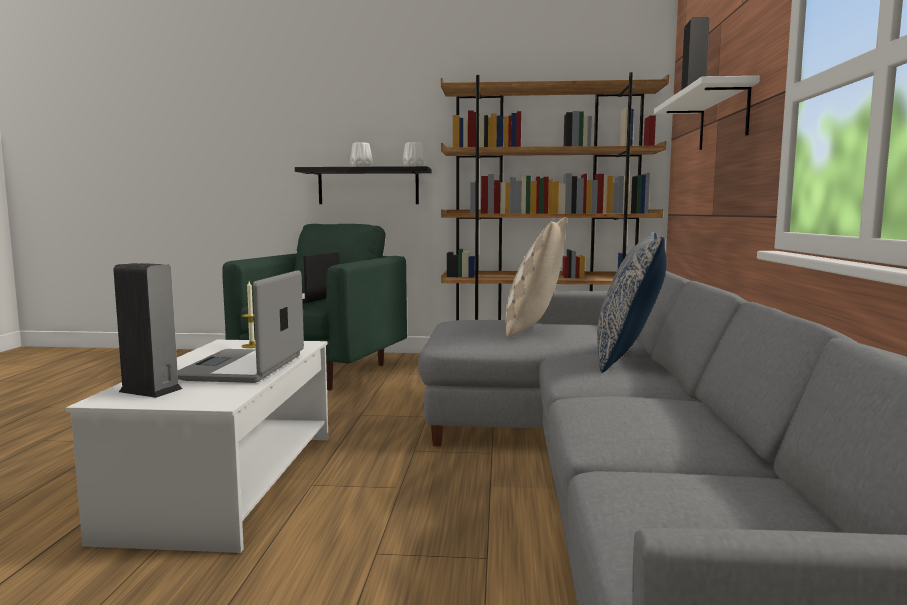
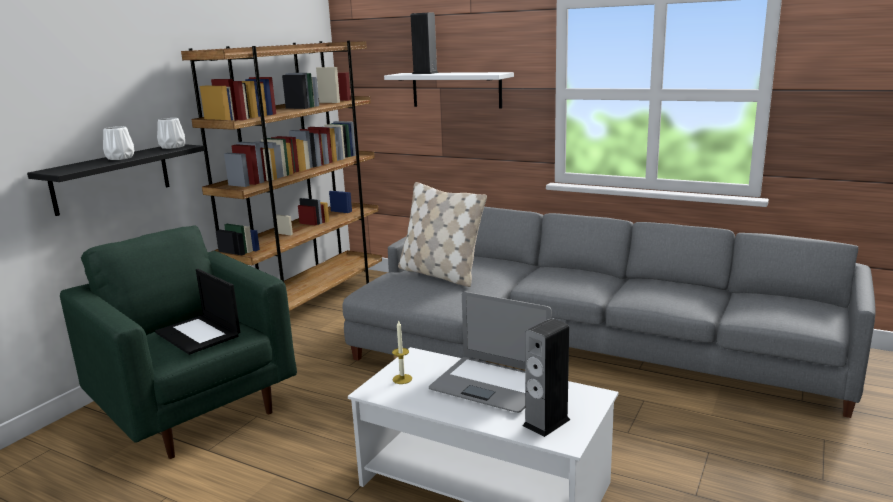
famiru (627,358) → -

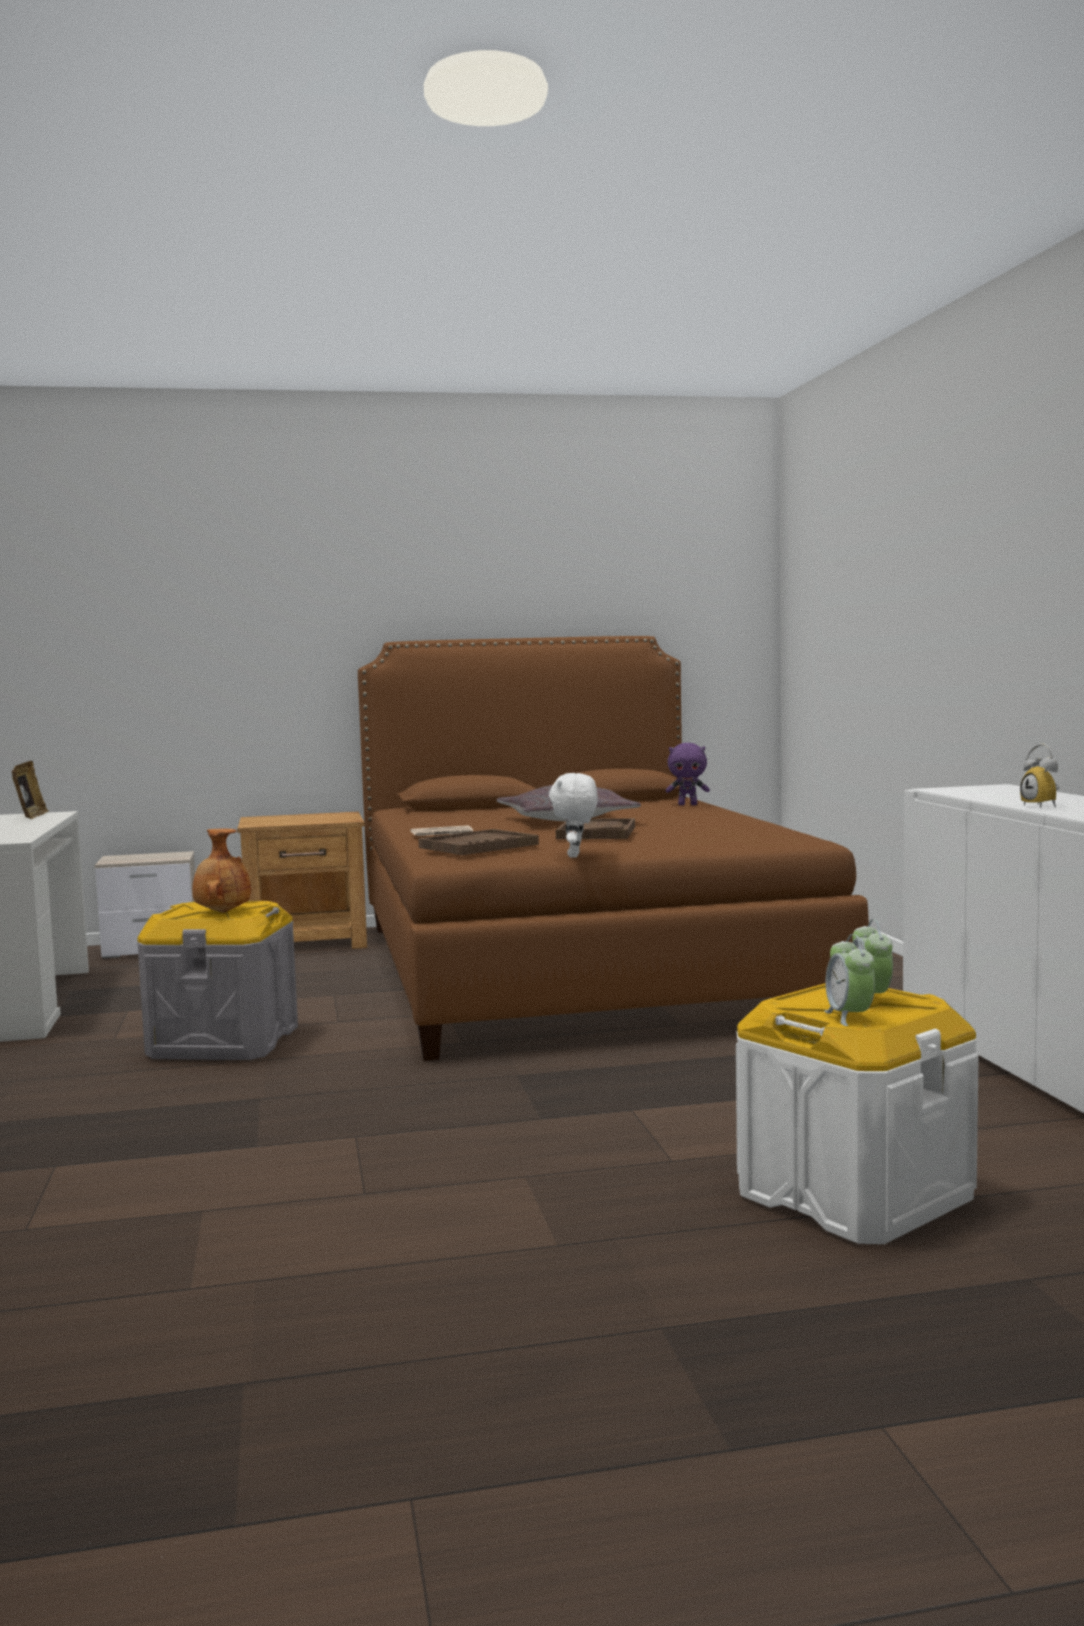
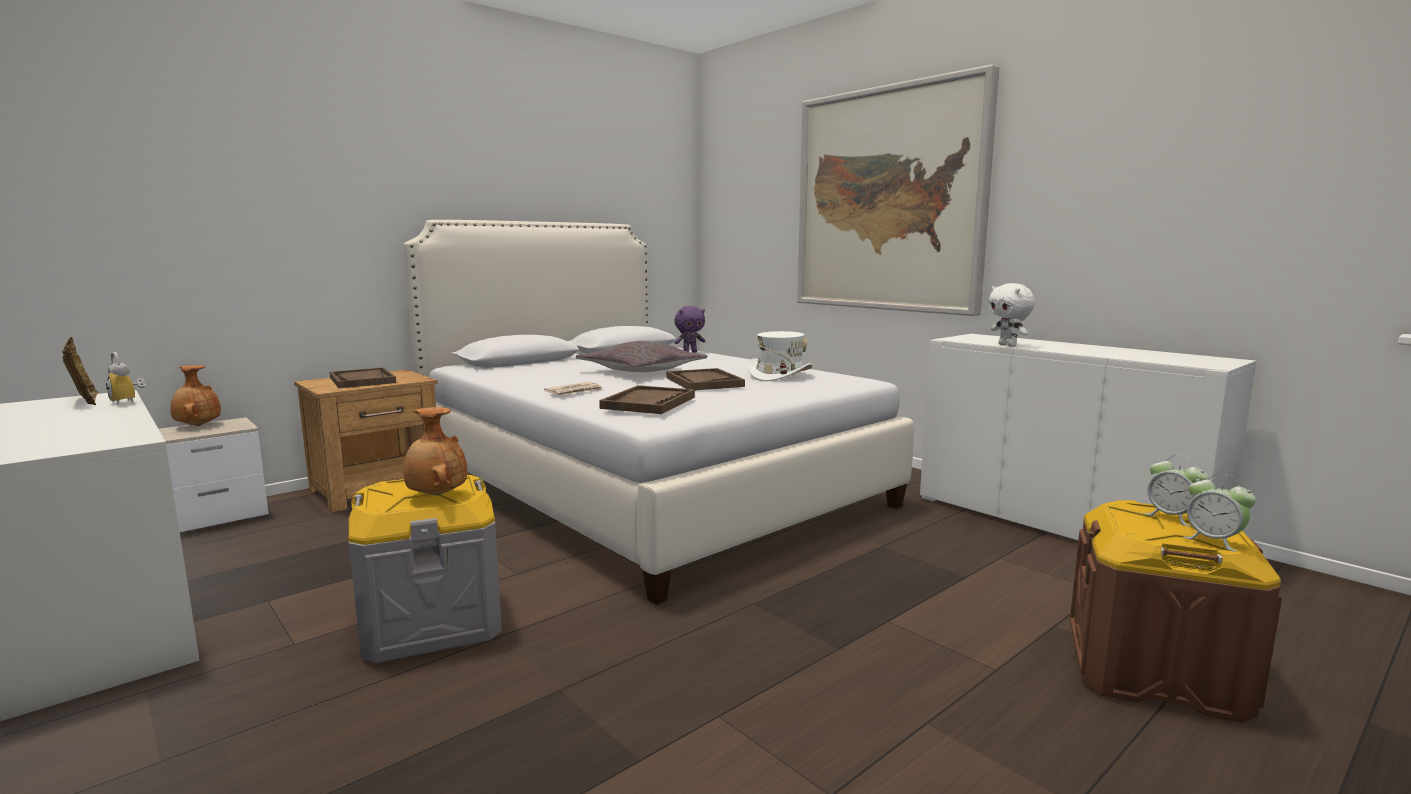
- → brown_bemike (197,426)
- → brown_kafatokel (363,380)
- → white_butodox (779,375)
- → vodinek (888,200)
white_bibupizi (575,856) → white_bibupizi (1008,345), shifted
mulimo (1044,806) → mulimo (129,402), shifted
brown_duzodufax (575,968) → white_duzodufax (645,486)
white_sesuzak (854,1196) → brown_sesuzak (1155,671)

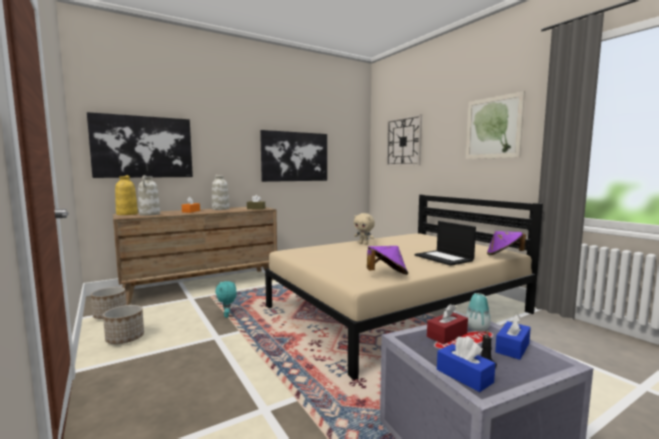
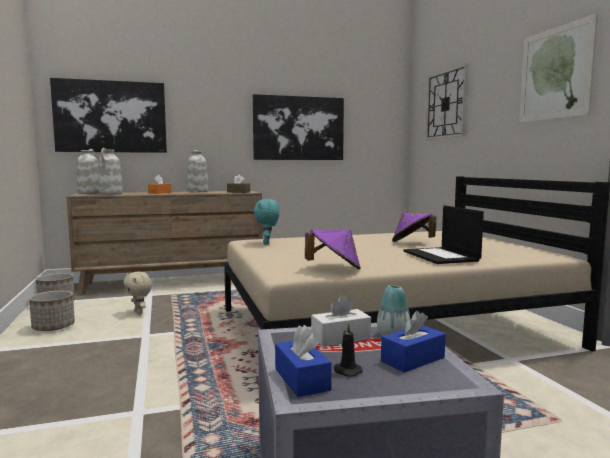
turquoise_bibupizi (227,315) → turquoise_bibupizi (267,243), shifted
beige_bibupizi (364,244) → beige_bibupizi (139,313), shifted
purple_butodox (503,255) → purple_butodox (412,243), shifted
yellow_bemike (127,214) → white_bemike (89,193)
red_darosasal (447,335) → white_darosasal (340,338)

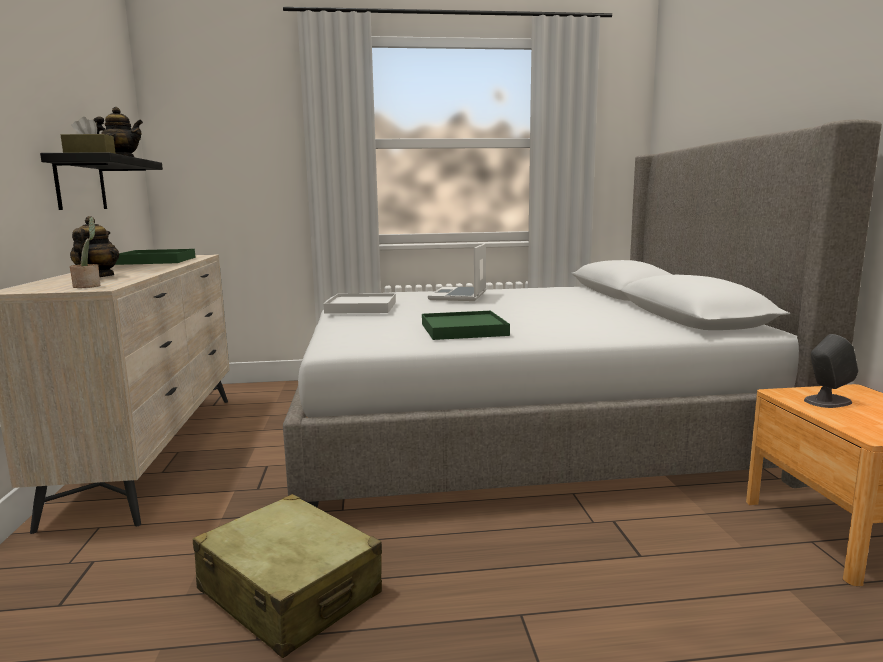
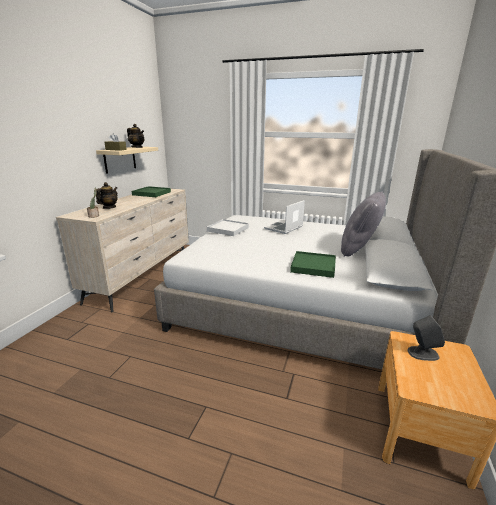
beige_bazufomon (290,592) → -
- → grey_famiru (359,250)
green_kafatokel (463,330) → green_kafatokel (313,266), shifted
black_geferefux (80,184) → beige_geferefux (120,159)

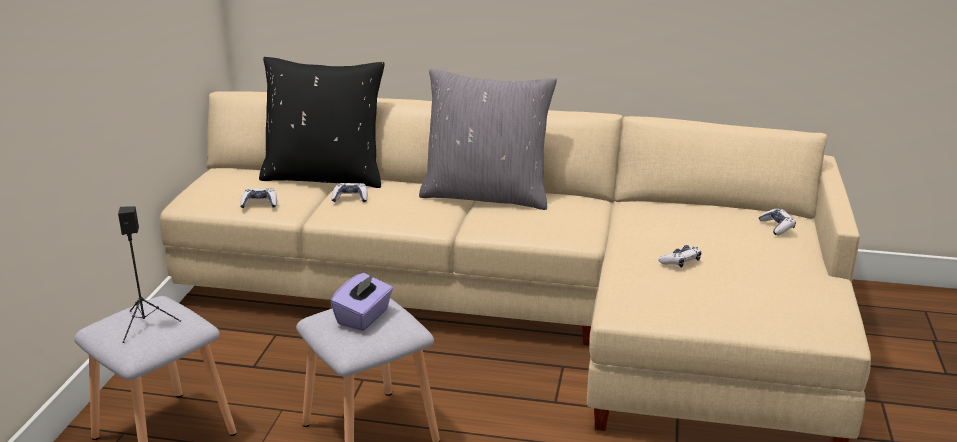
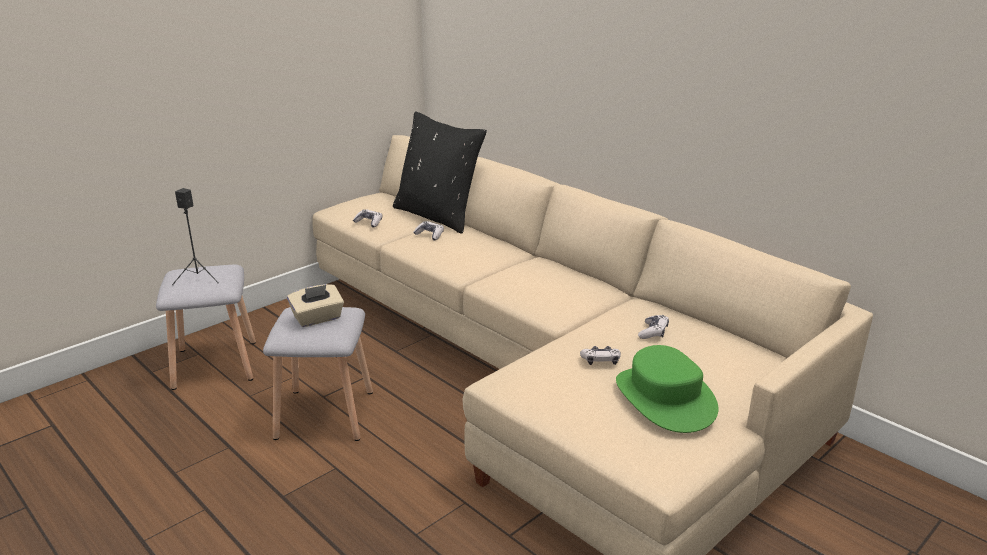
grey_famiru (486,195) → -
- → green_butodox (664,398)
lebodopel (777,227) → lebodopel (653,332), shifted
purple_darosasal (364,317) → beige_darosasal (318,318)

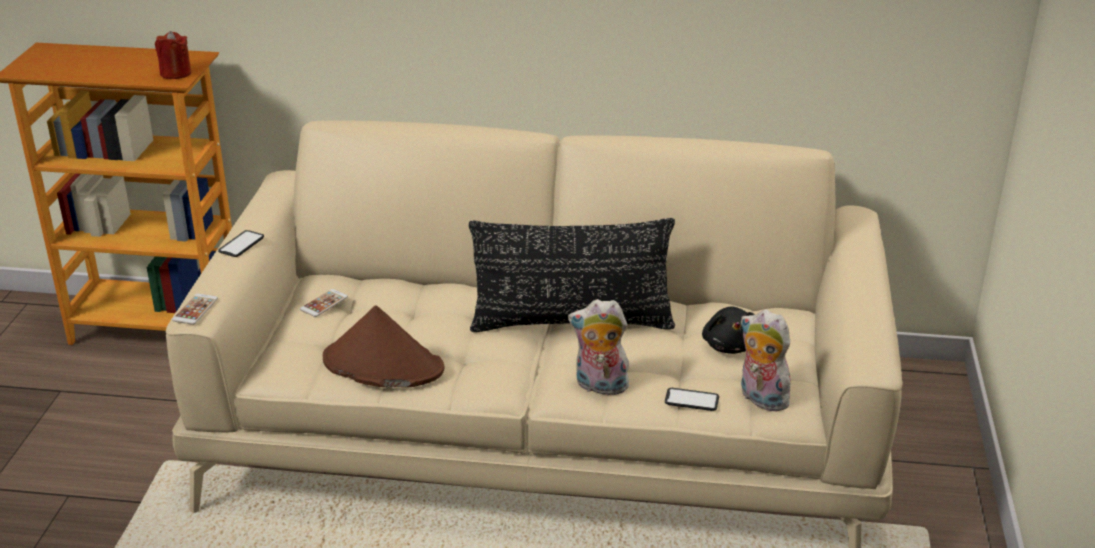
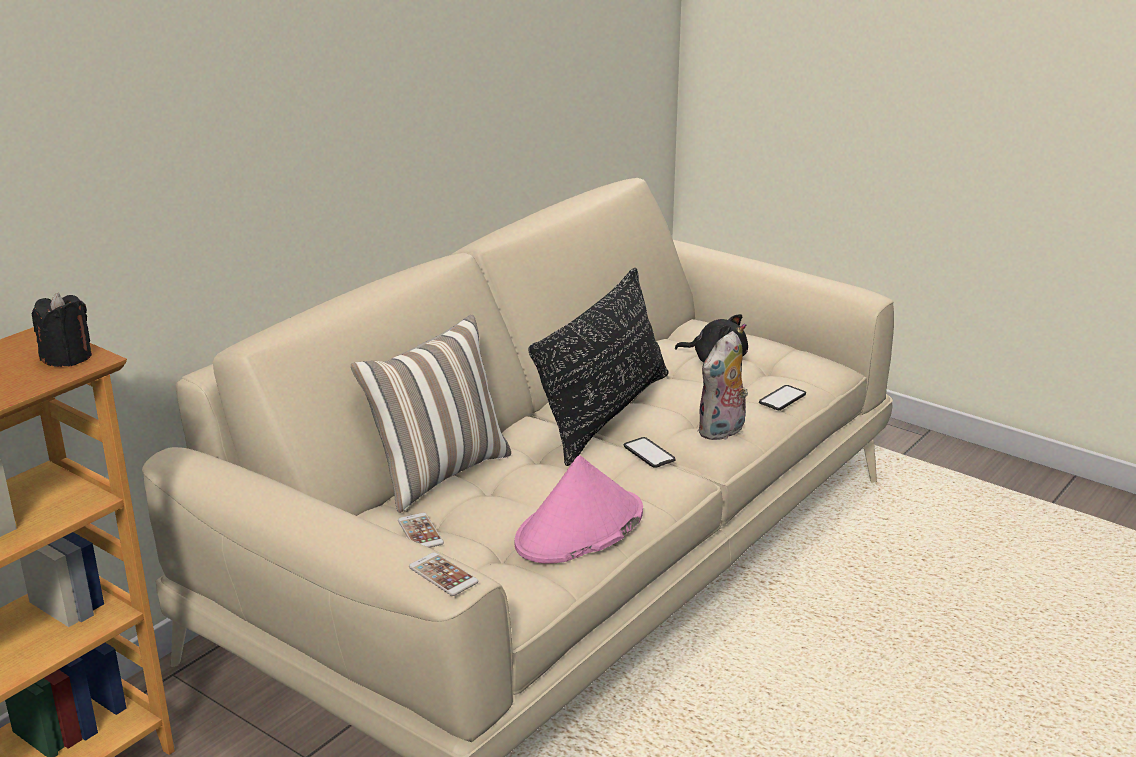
bibupizi (760,398) → -
- → famiru (437,473)
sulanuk (241,244) → sulanuk (649,453), shifted
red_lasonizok (175,73) → black_lasonizok (67,357)
brown_butodox (382,365) → pink_butodox (579,529)

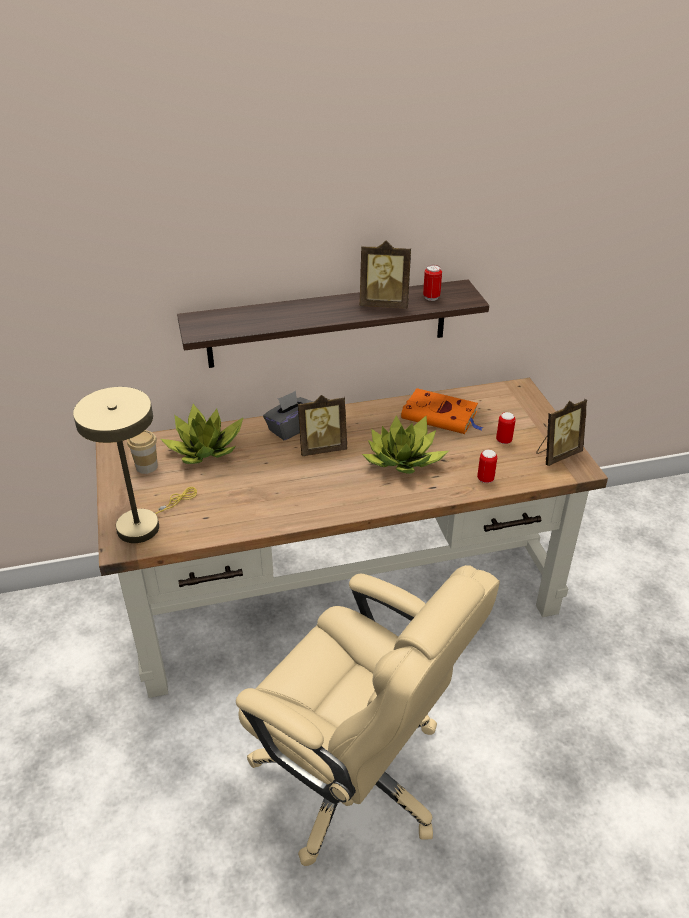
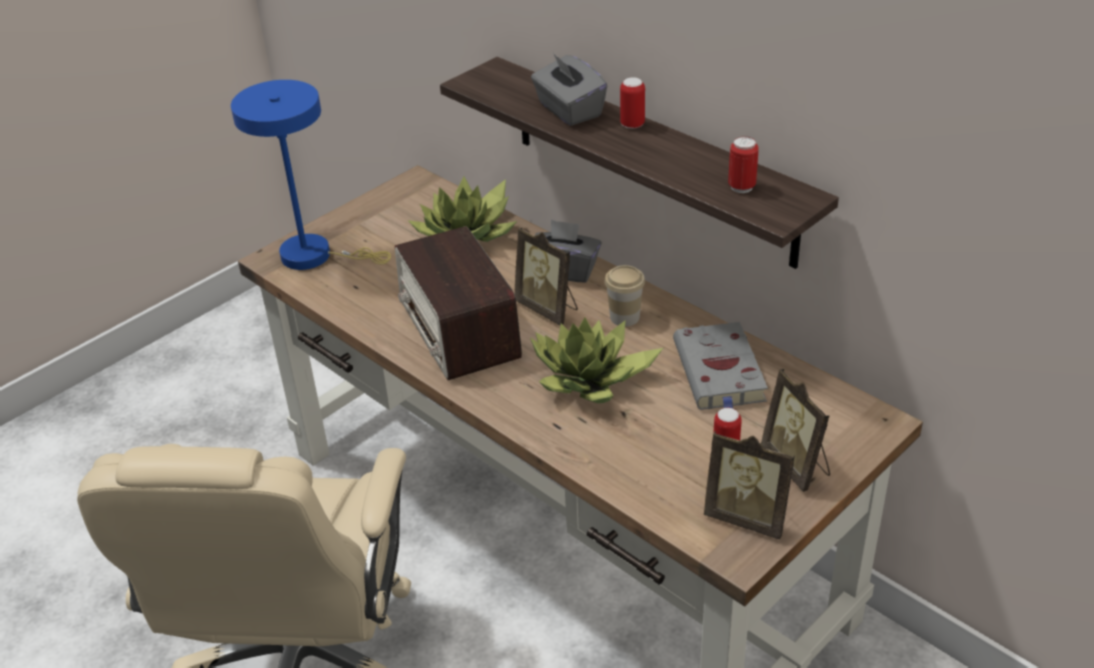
- → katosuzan (459,330)
- → grey_darosasal (569,110)
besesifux (146,467) → besesifux (624,317), shifted
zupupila (384,304) → zupupila (797,465), shifted
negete (485,479) → negete (632,124), shifted
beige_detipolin (144,524) → blue_detipolin (315,255)
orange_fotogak (441,416) → grey_fotogak (720,374)

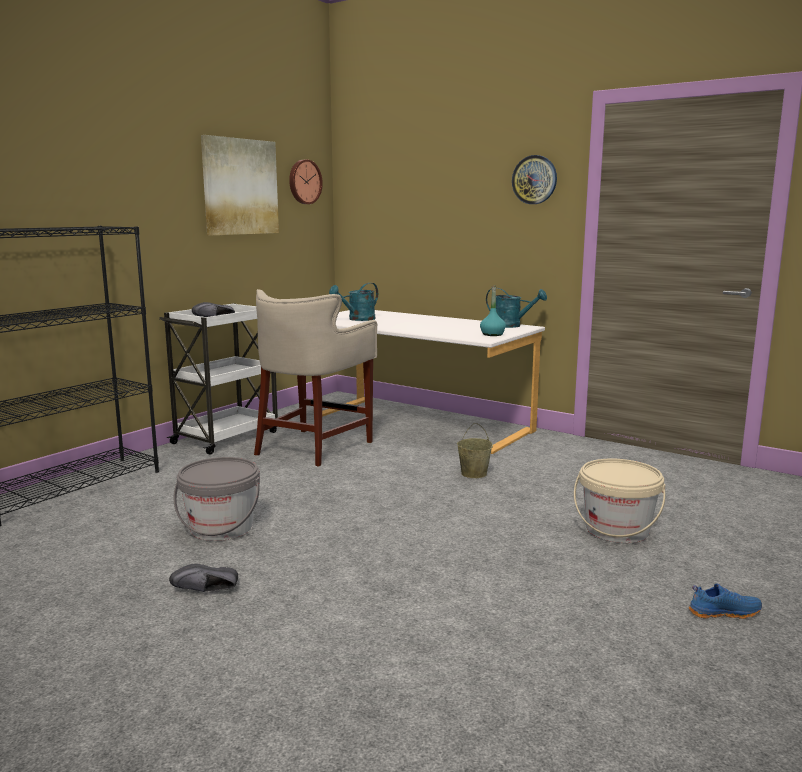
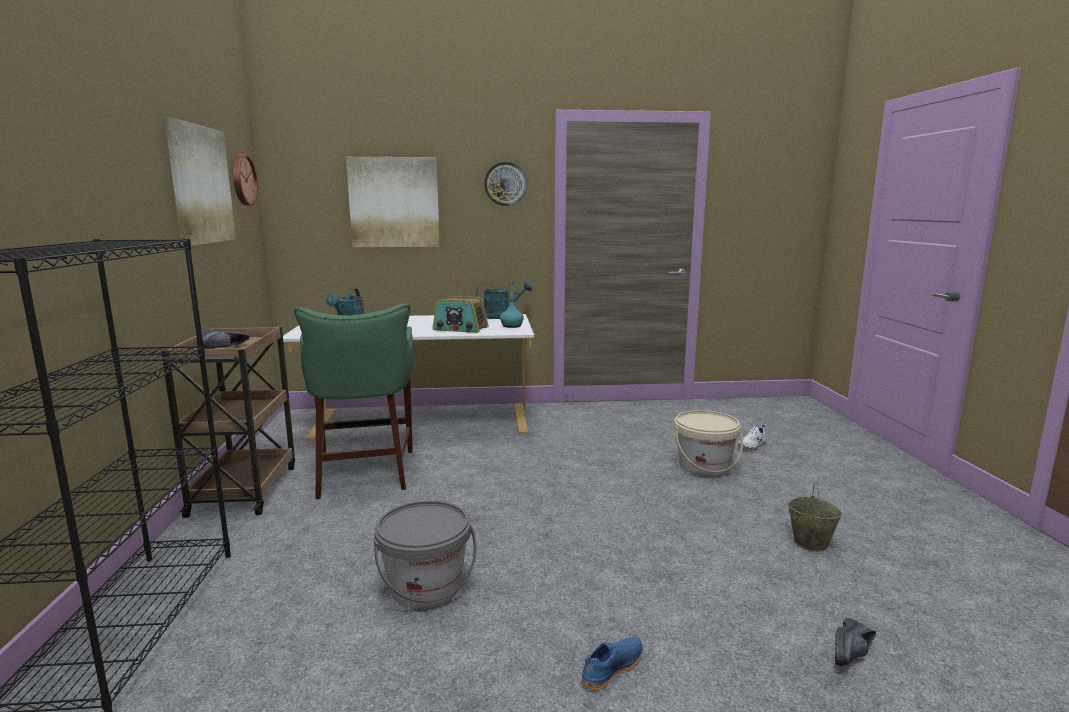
- → vodinek (394,202)
- → katosuzan (460,329)
- → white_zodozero (752,446)
black_zodozero (206,591) → black_zodozero (853,655), shifted
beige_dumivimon (473,473) → beige_dumivimon (809,543), shifted
blue_zodozero (723,612) → blue_zodozero (610,668), shifted
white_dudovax (227,437) → brown_dudovax (245,489)
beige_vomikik (314,447) → green_vomikik (365,472)

